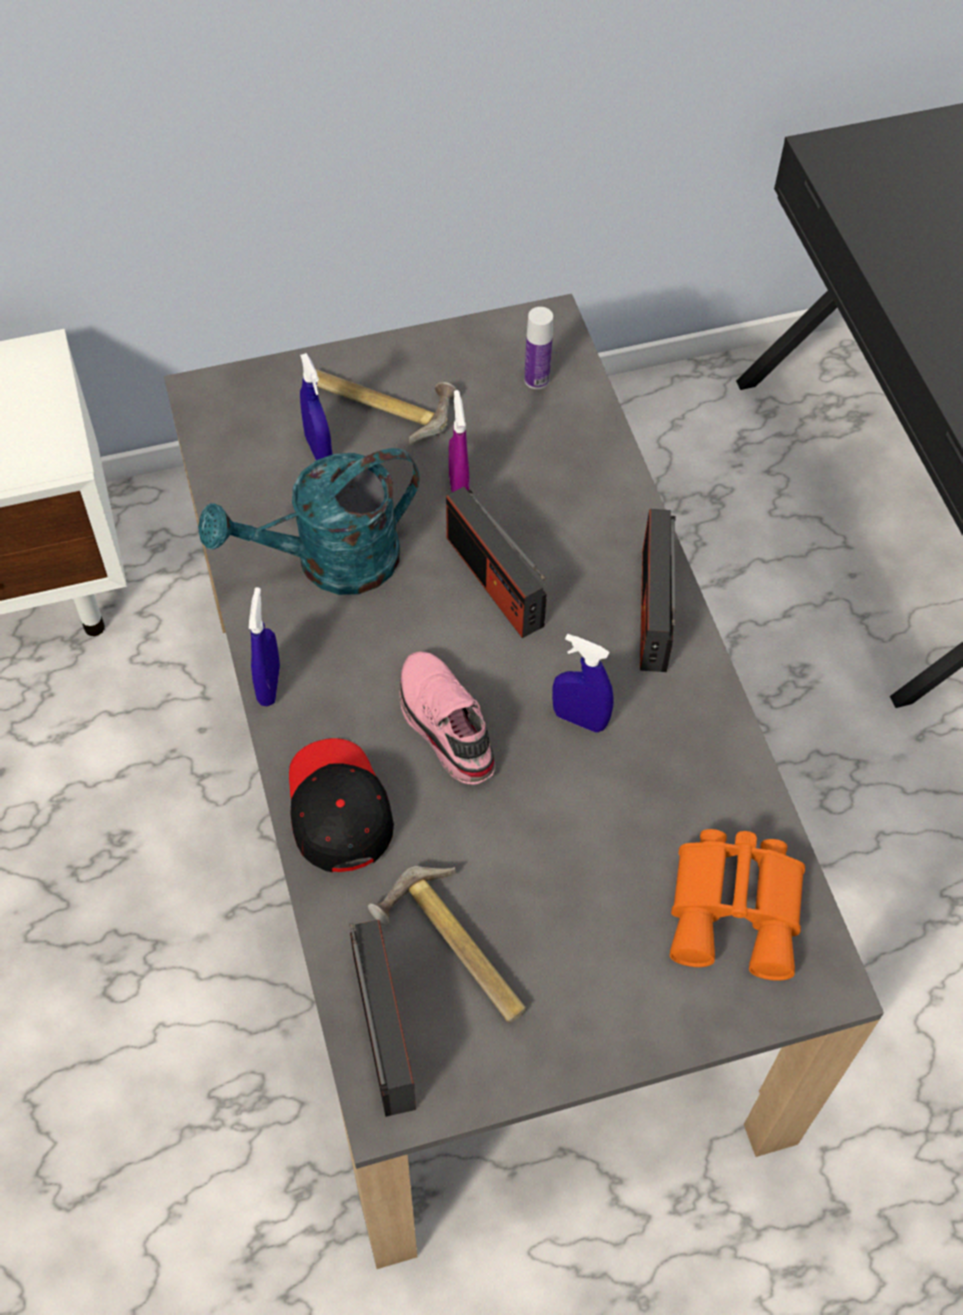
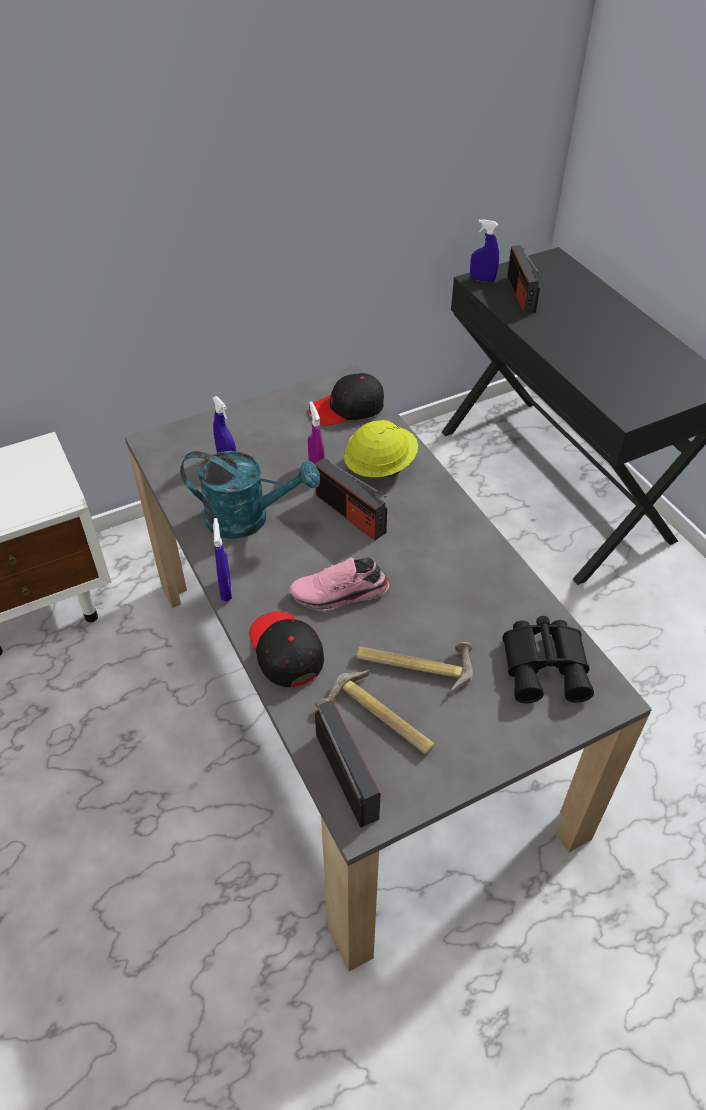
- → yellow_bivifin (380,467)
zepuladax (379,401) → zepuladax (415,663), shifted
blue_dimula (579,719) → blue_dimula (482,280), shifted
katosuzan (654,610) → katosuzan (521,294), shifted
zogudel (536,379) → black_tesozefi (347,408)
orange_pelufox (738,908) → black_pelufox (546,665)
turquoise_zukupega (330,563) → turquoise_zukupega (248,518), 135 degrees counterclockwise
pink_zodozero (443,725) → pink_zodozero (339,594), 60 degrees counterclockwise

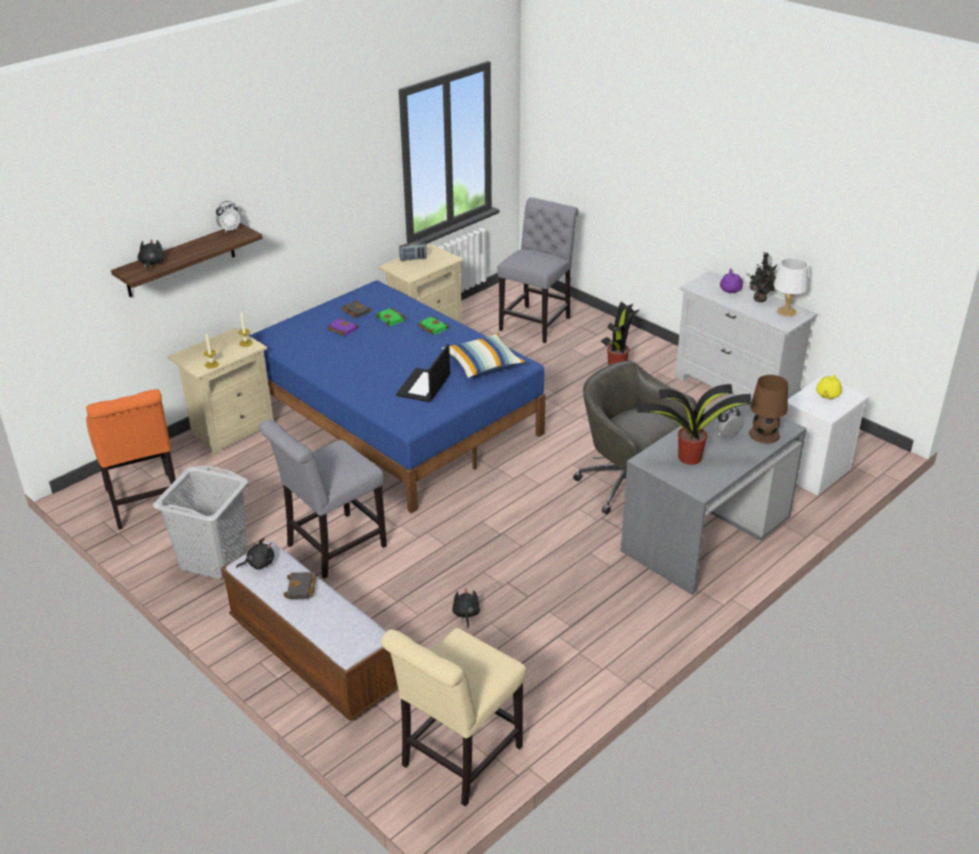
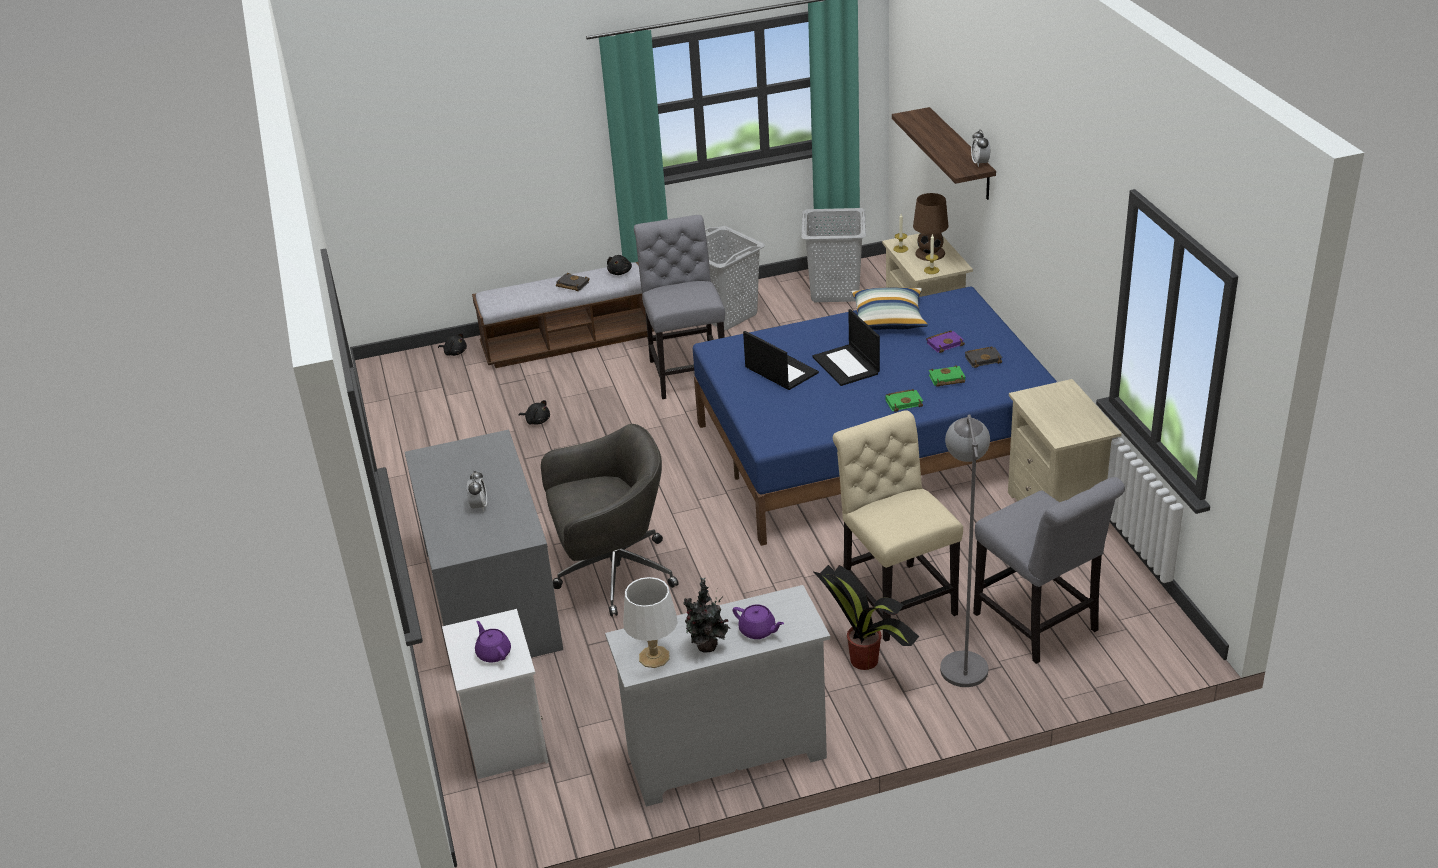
katosuzan (413,259) → -
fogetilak (688,457) → -
- → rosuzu (847,365)
- → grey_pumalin (962,658)
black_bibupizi (151,263) → black_bibupizi (454,352), shifted
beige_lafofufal (457,760) → beige_lafofufal (896,597), shifted
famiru (483,365) → famiru (888,320), shifted
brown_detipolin (764,434) → brown_detipolin (930,254), shifted
orange_lafofufal (144,504) → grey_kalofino (834,291)
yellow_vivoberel (827,394) → purple_vivoberel (493,653)

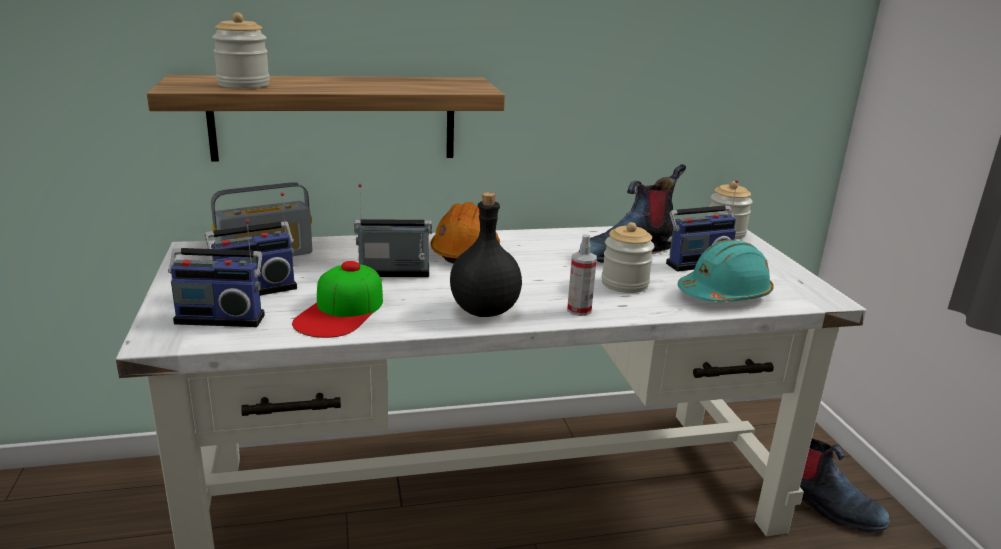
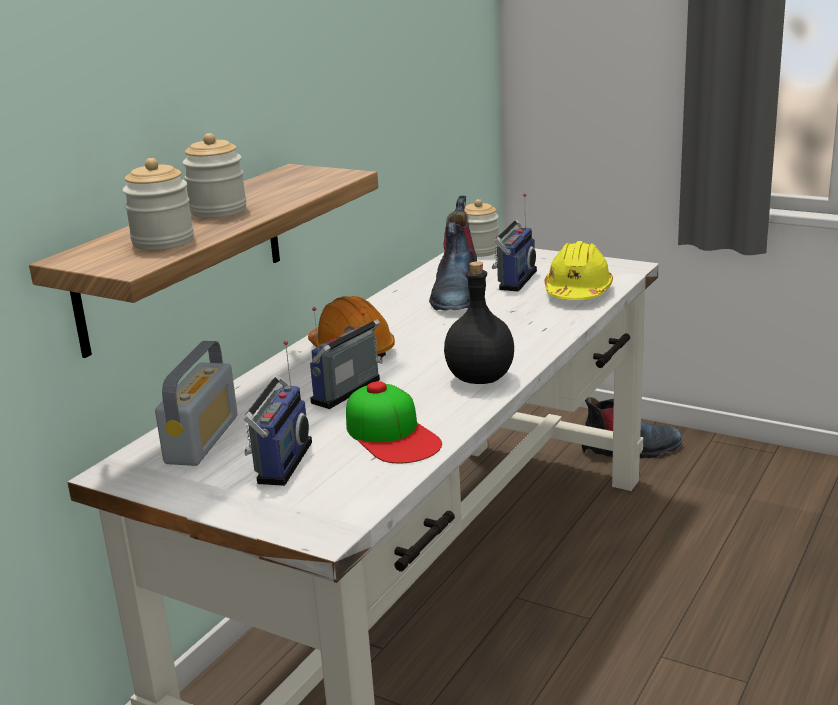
katosuzan (221,317) → -
dimula (579,310) → -
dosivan (624,284) → dosivan (218,211), shifted
turquoise_bivifin (724,294) → yellow_bivifin (578,292)

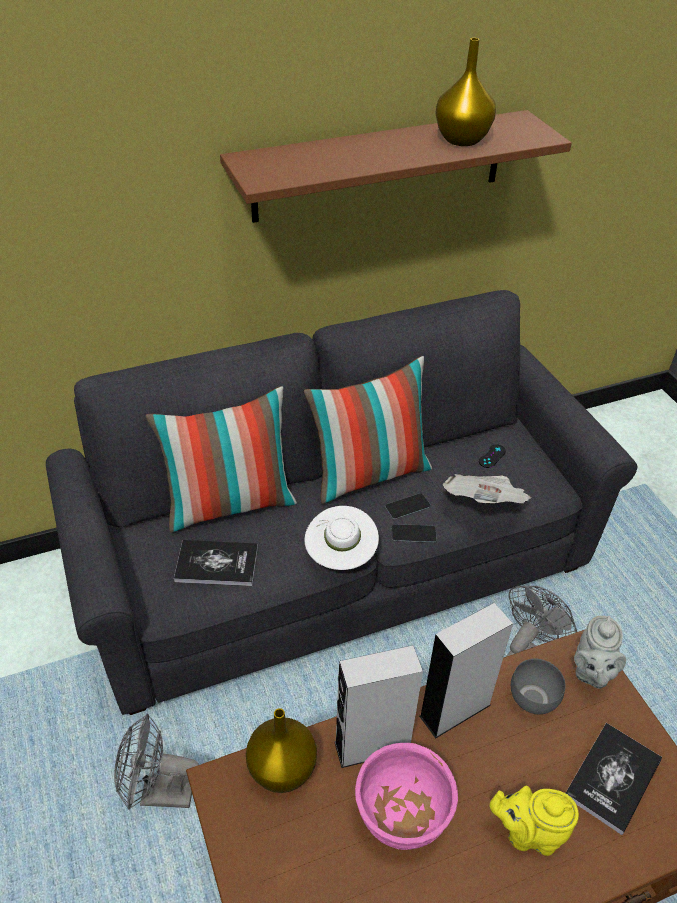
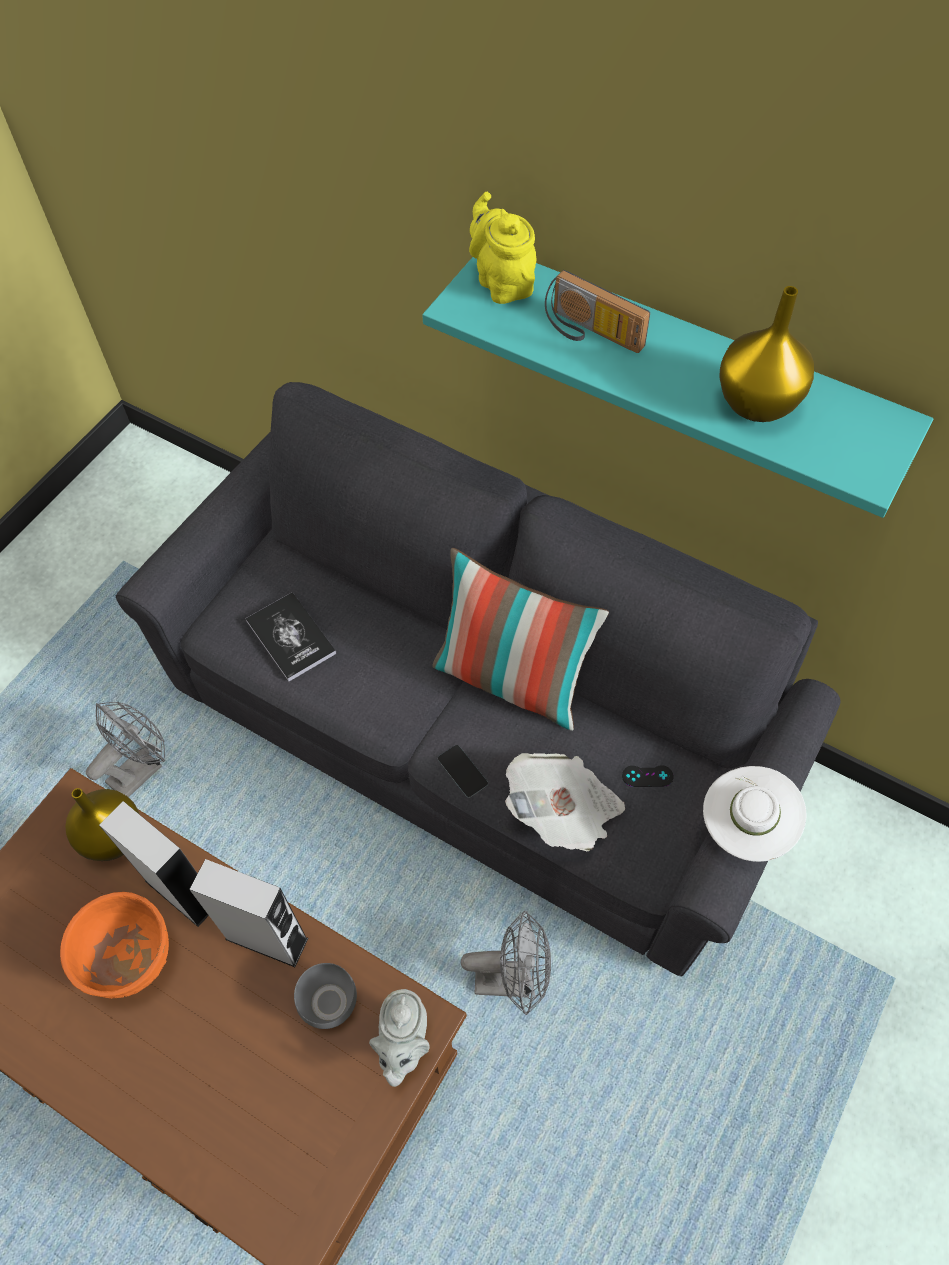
famiru (230,504) → -
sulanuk (407,506) → -
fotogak (613,778) → -
- → katosuzan (590,333)
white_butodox (340,556) → white_butodox (745,826), shifted
yellow_vivoberel (528,833) → yellow_vivoberel (502,282), shifted
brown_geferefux (380,166) → turquoise_geferefux (687,364)
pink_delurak (400,816) → orange_delurak (129,958)
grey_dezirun (158,793) → grey_dezirun (141,768), 75 degrees clockwise
grey_vivoberel (591,672) → grey_vivoberel (403,1042), 60 degrees counterclockwise

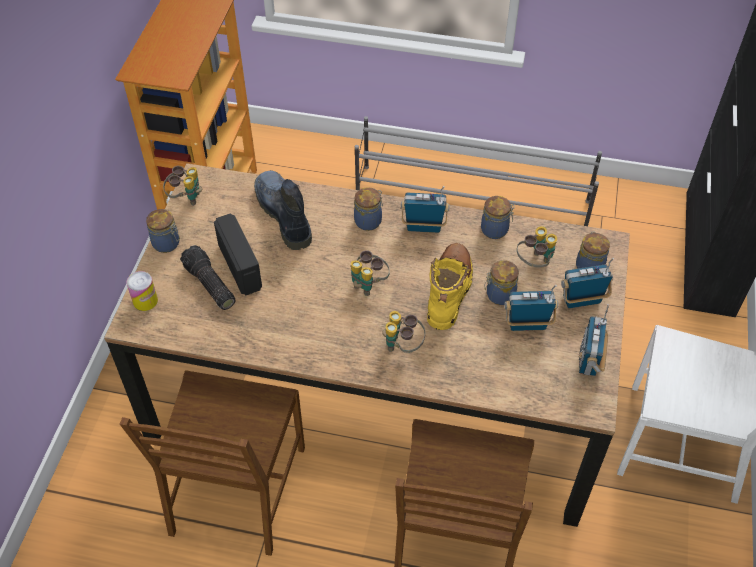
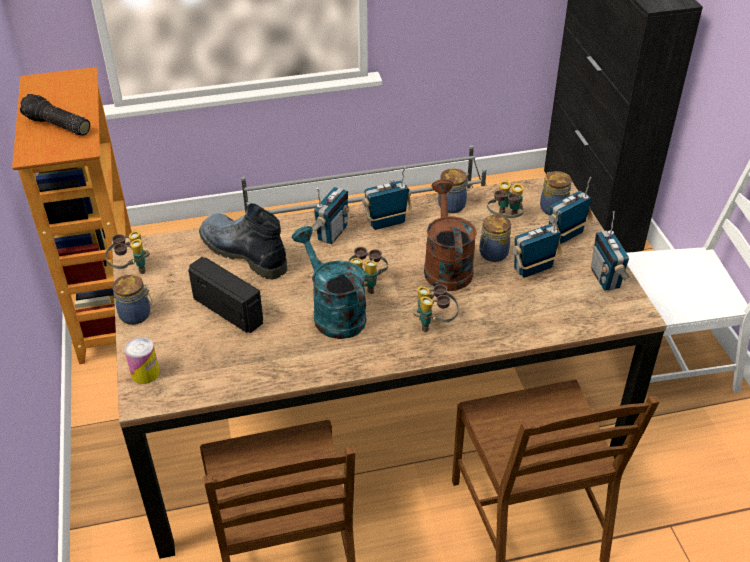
- → turquoise_zukupega (333,313)
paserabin (208,285) → paserabin (57,126), shifted
dosivan (369,221) → katosuzan (331,233)
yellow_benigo (449,291) → brown_zukupega (446,266)

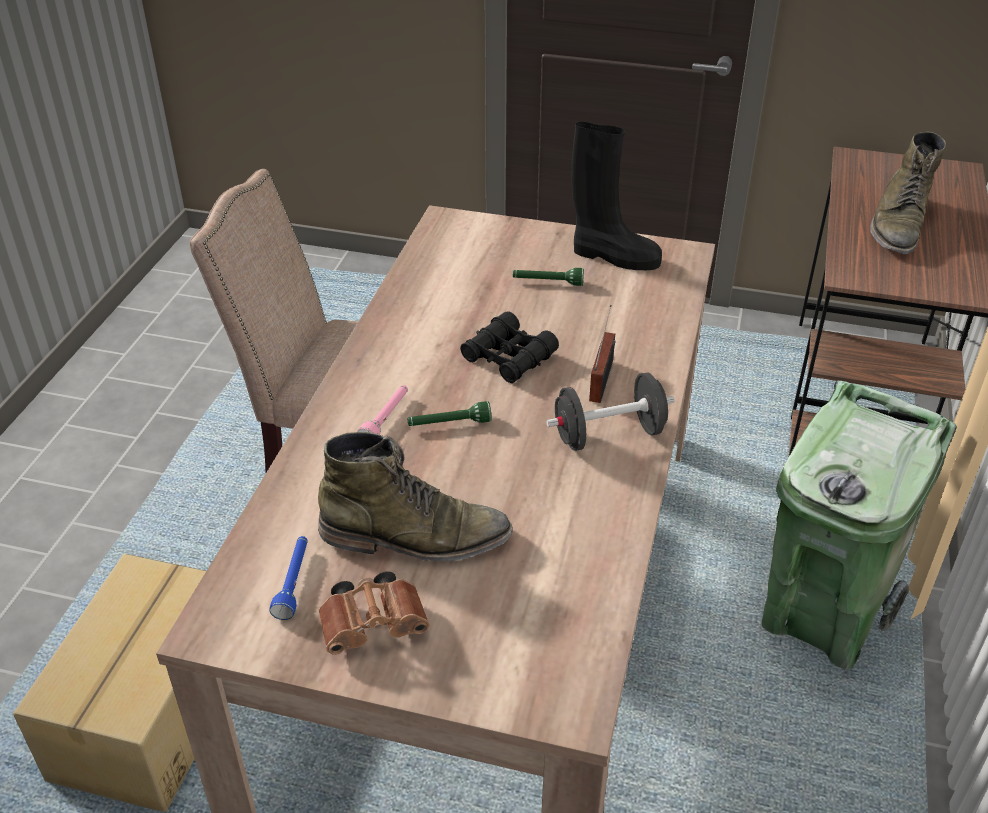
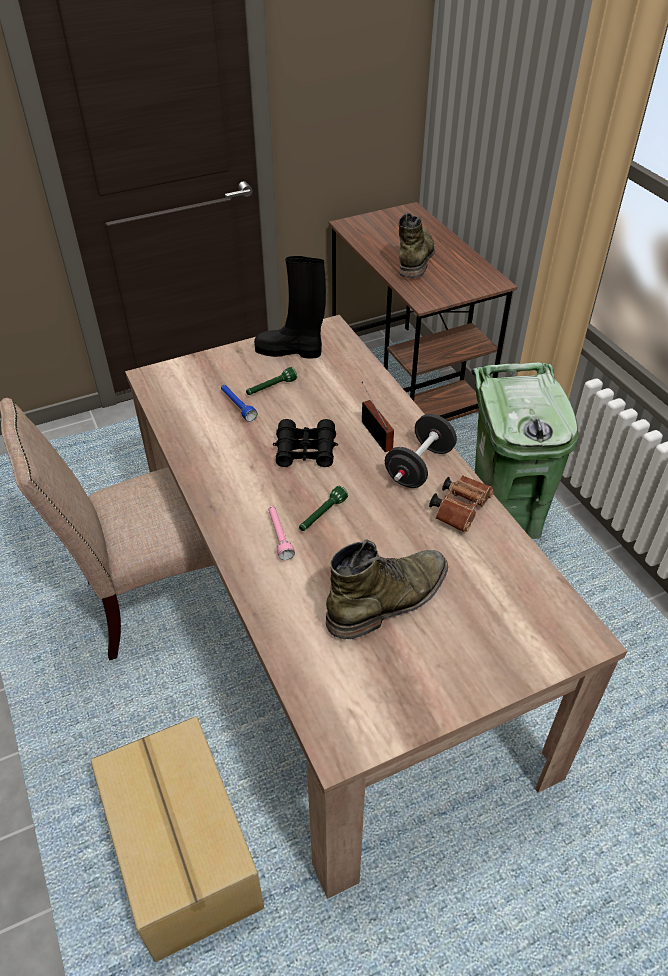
blue_paserabin (293,582) → blue_paserabin (237,406), shifted
brown_pelufox (376,625) → brown_pelufox (461,509), shifted
black_benigo (613,256) → black_benigo (290,350), 150 degrees counterclockwise
green_benigo (898,225) → green_benigo (415,258), 150 degrees counterclockwise

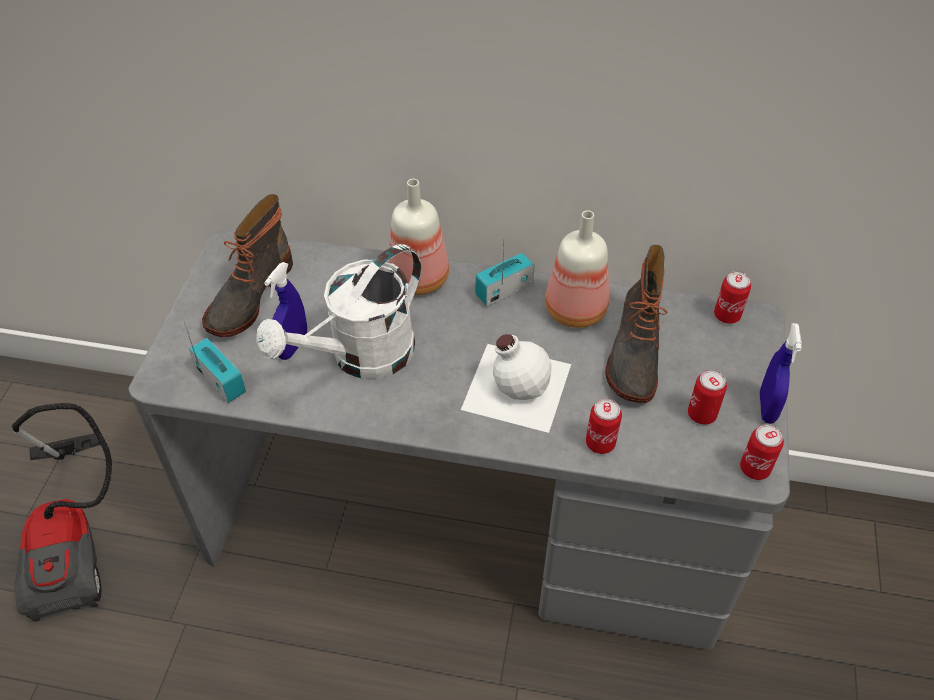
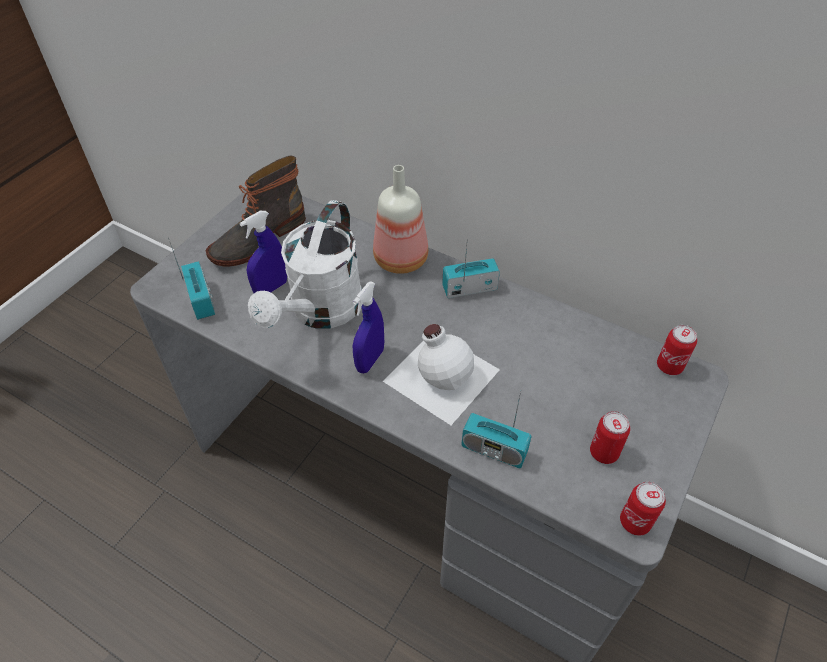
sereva (76,540) → -
zogudel (574,309) → -
benigo (633,355) → -
blue_dimula (767,408) → blue_dimula (370,360), shifted
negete (600,443) → katosuzan (494,450)
white_zukupega (360,357) → white_zukupega (320,312), 45 degrees counterclockwise

